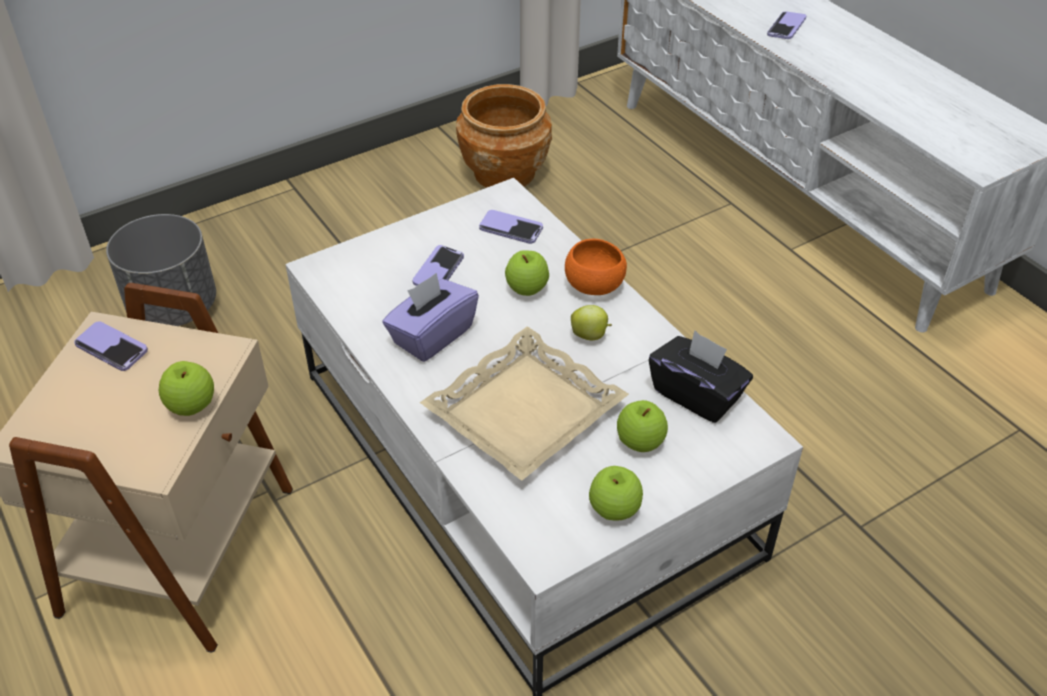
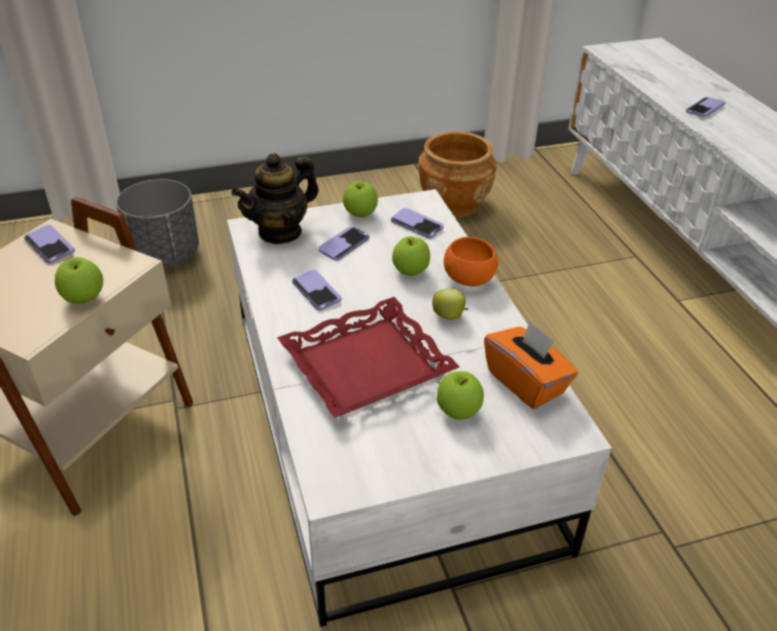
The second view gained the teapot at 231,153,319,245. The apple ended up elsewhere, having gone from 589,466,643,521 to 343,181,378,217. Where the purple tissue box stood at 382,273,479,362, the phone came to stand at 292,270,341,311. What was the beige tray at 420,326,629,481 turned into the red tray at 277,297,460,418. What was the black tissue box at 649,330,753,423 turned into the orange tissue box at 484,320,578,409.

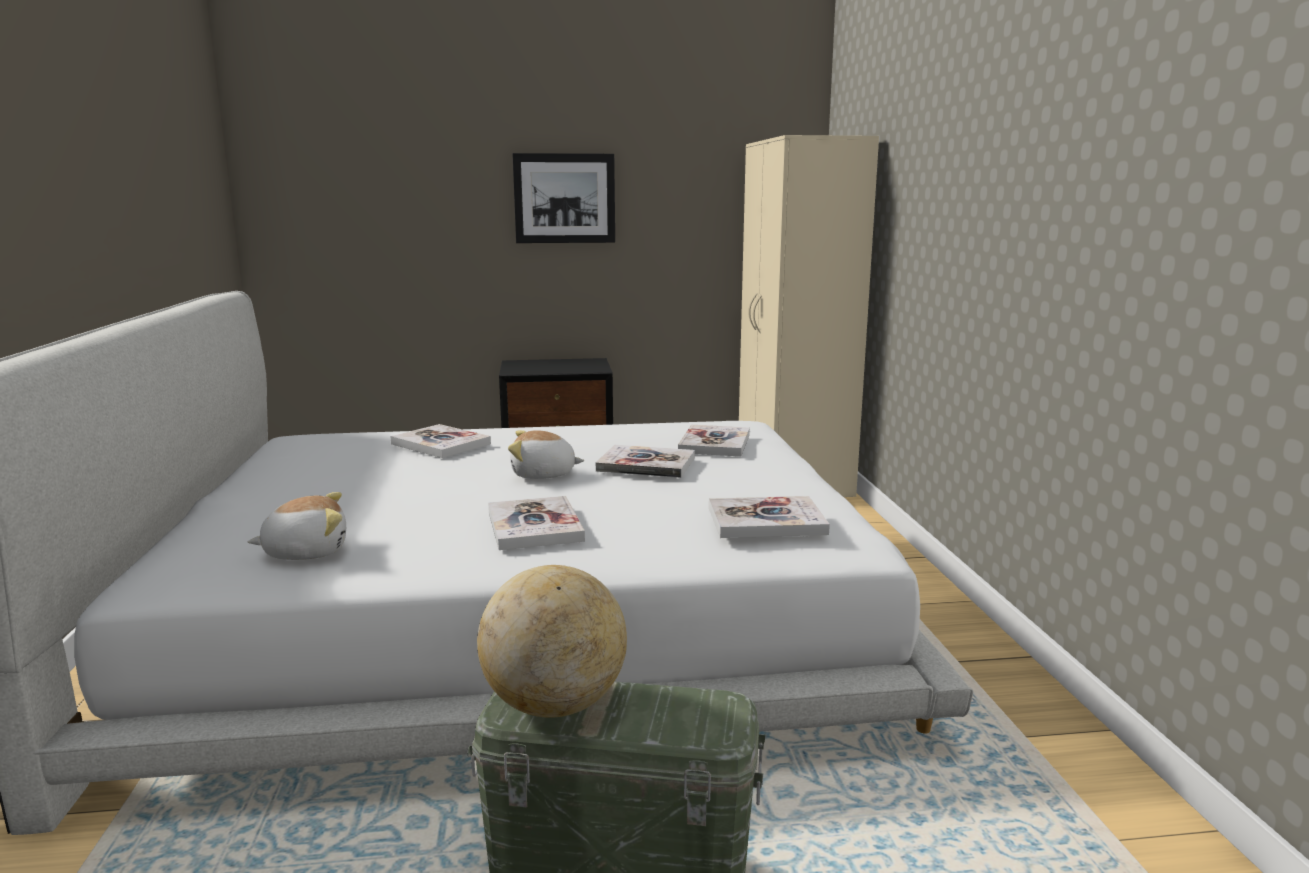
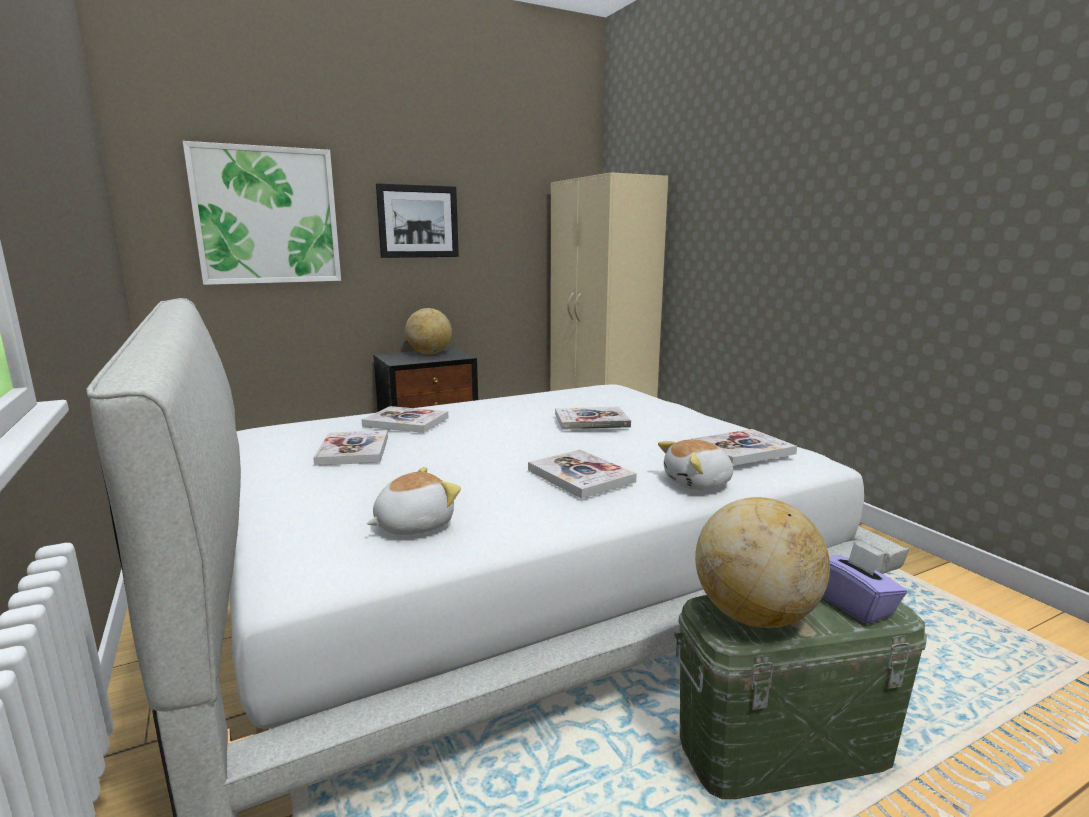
The second view gained the picture at 183,141,341,285. The second view gained the globe at 405,308,452,354. The second view gained the purple tissue box at 822,542,907,624. The plush toy ended up elsewhere, having gone from 508,430,584,479 to 658,439,733,490. The book ended up elsewhere, having gone from 678,425,750,457 to 313,430,388,466.

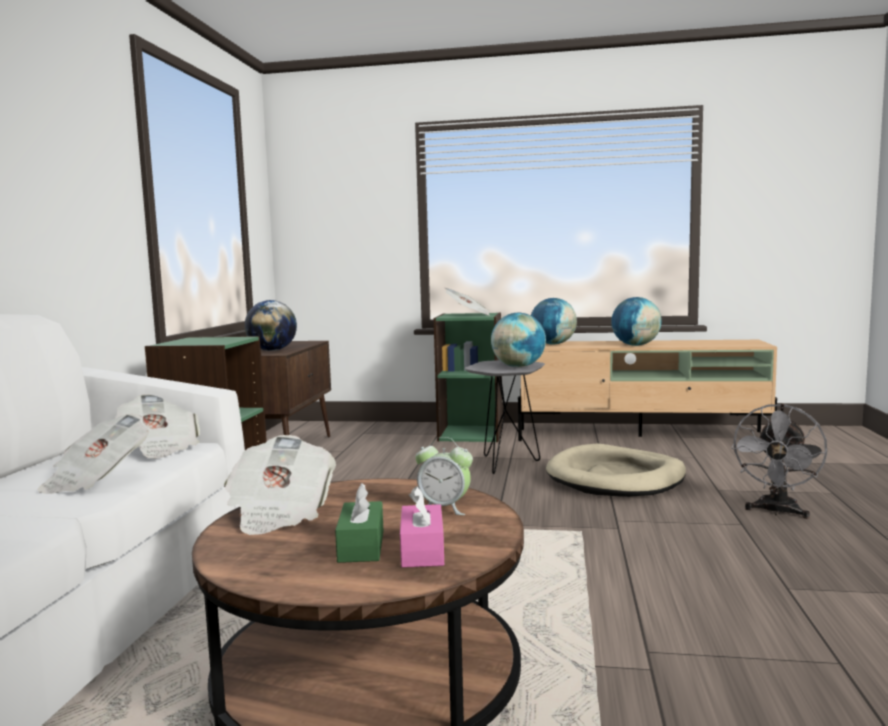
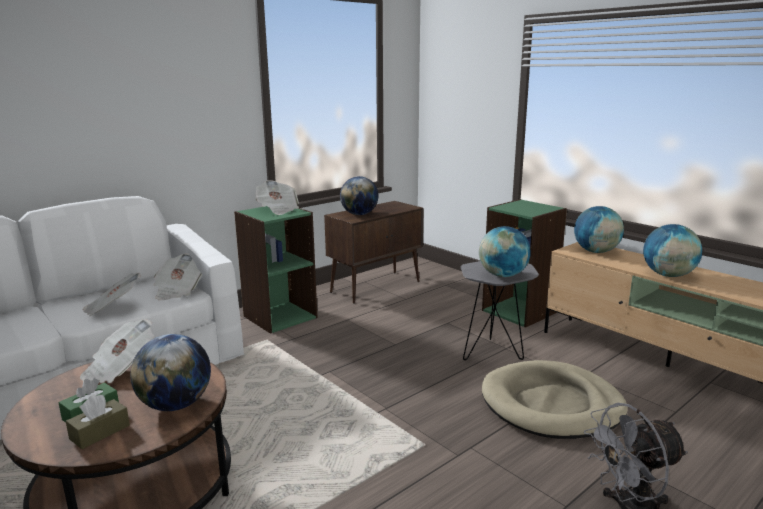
The newspaper ended up elsewhere, having gone from 445,288,490,316 to 255,180,299,215. Where the alarm clock stood at 415,437,473,515, the globe came to stand at 130,334,211,411. What was the pink tissue box at 400,486,444,568 turned into the brown tissue box at 66,394,130,449.

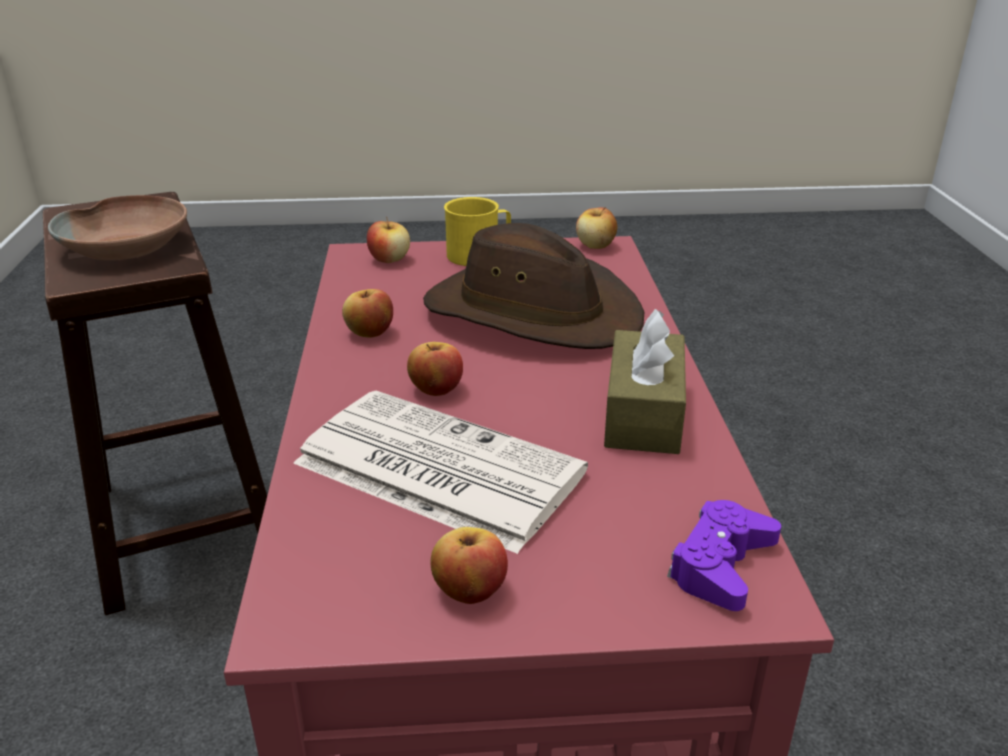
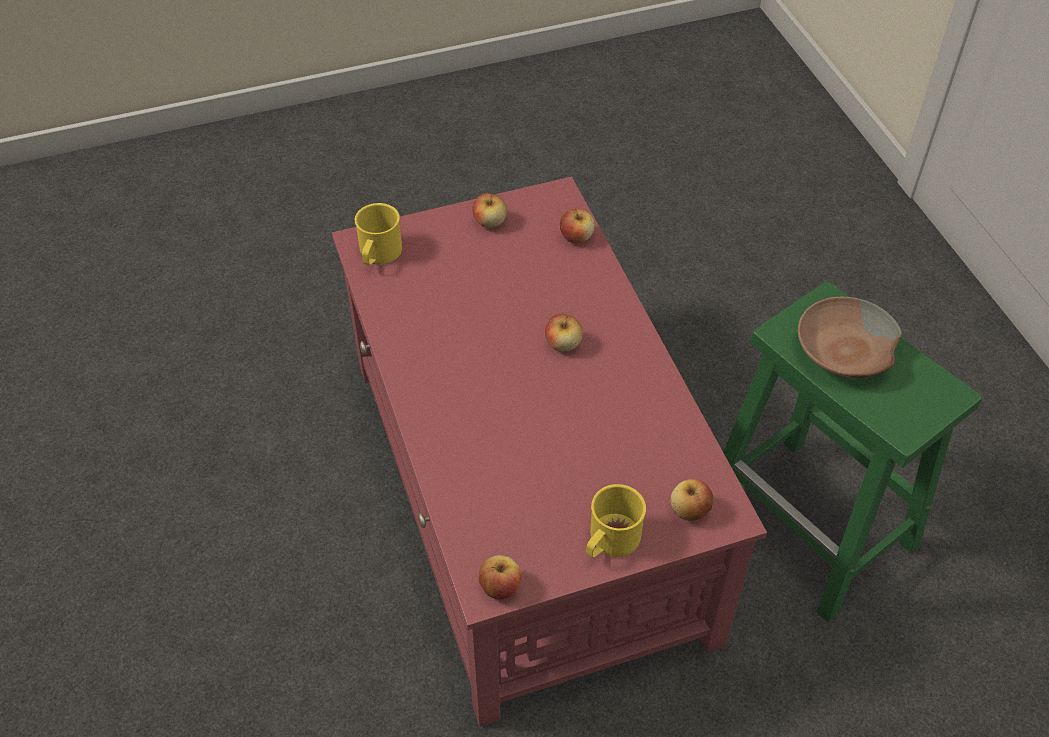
The second view lost the newspaper at 294,391,588,554. The second view lost the brown hat at 423,223,644,349. The second view lost the brown tissue box at 604,309,686,454. The apple ended up elsewhere, having gone from 342,289,393,338 to 560,208,595,244. Where the purple game controller stood at 667,500,781,611, the yellow mug came to stand at 355,203,402,265. What was the brown stool at 43,192,267,615 turned into the green stool at 723,282,982,623.

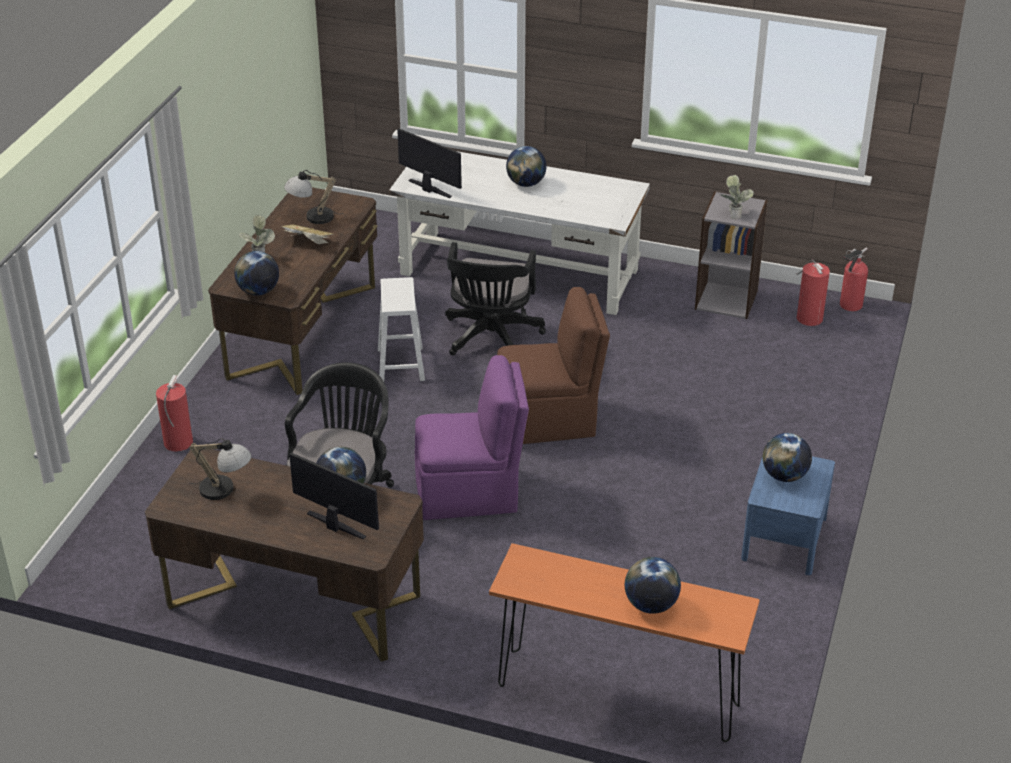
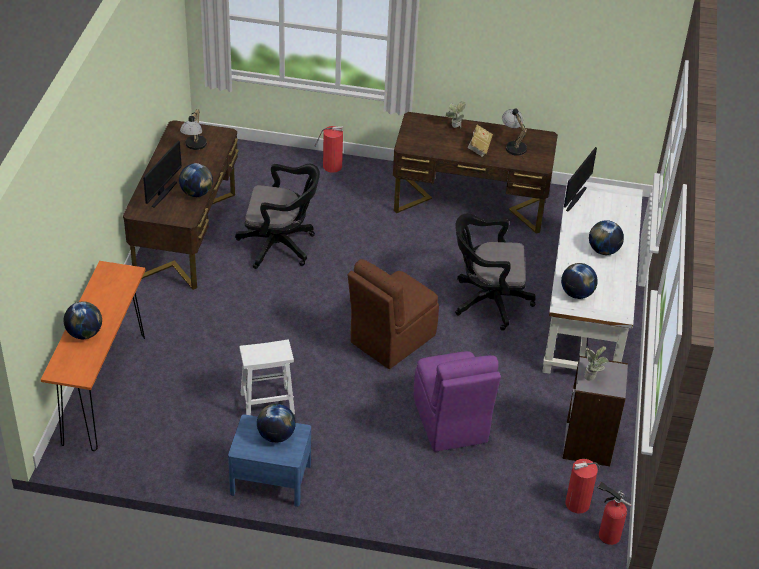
The globe ended up elsewhere, having gone from 234,251,279,295 to 561,263,598,299. The white stool ended up elsewhere, having gone from 378,277,425,381 to 240,340,295,415. The purple chair ended up elsewhere, having gone from 415,355,529,520 to 414,351,501,452. The brown chair at 497,287,610,444 ended up facing another way, 60 degrees clockwise from before.

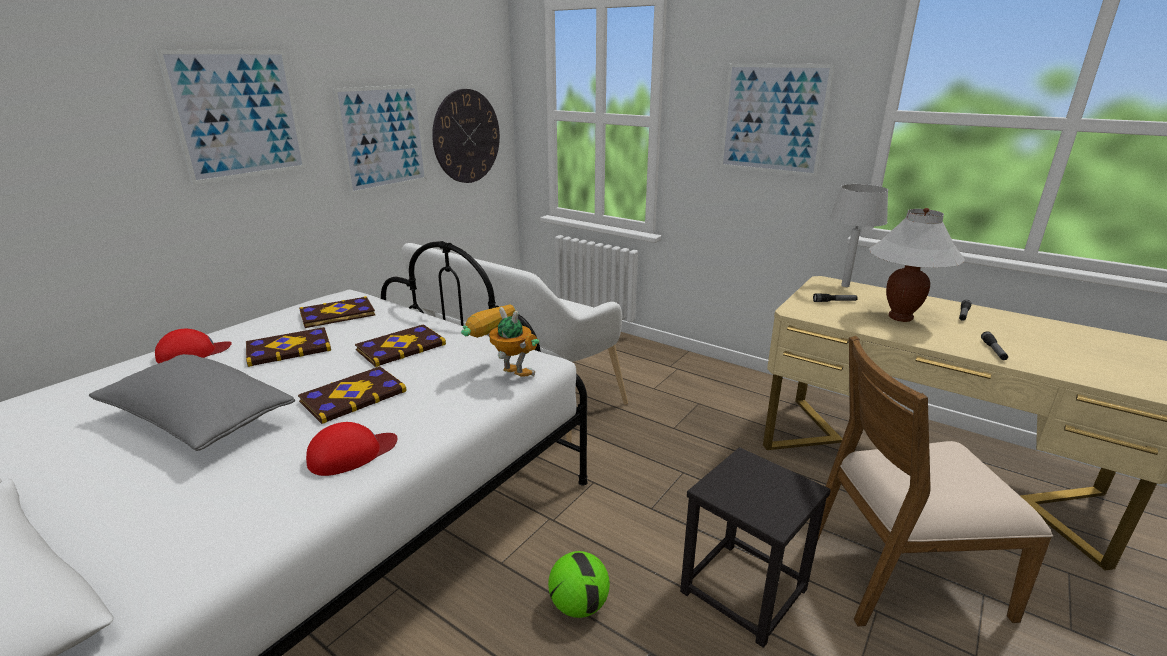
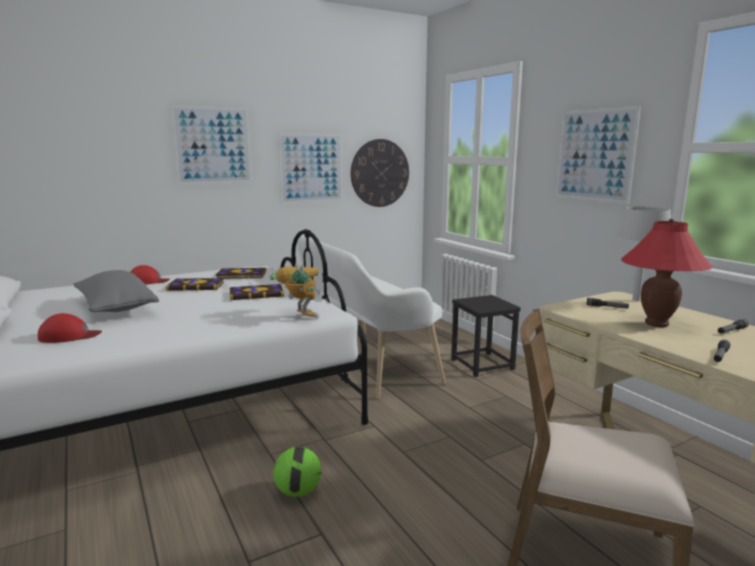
The second view lost the book at 298,366,407,424. The red cap ended up elsewhere, having gone from 306,422,398,476 to 38,313,102,343. The black stool ended up elsewhere, having gone from 680,447,831,648 to 451,295,521,377. What was the white table lamp at 869,208,965,322 turned into the red table lamp at 621,219,713,328.

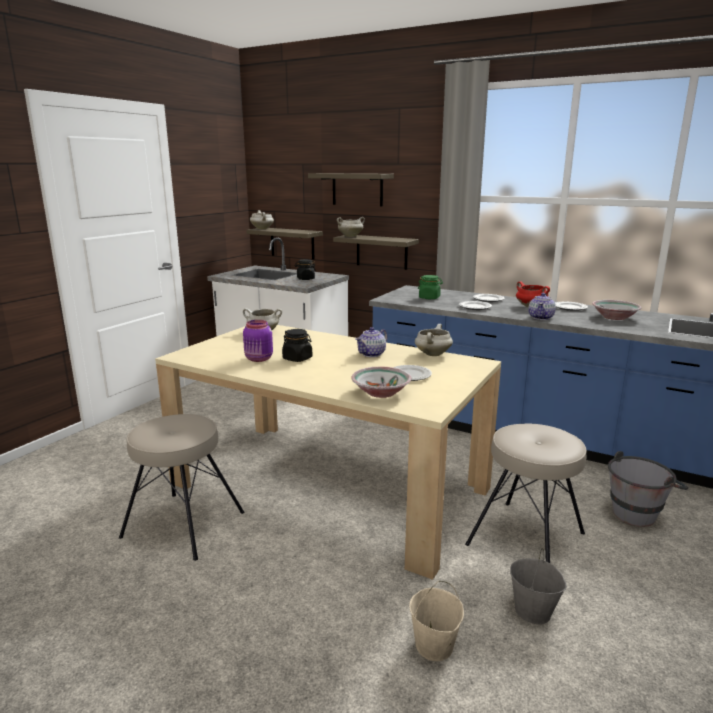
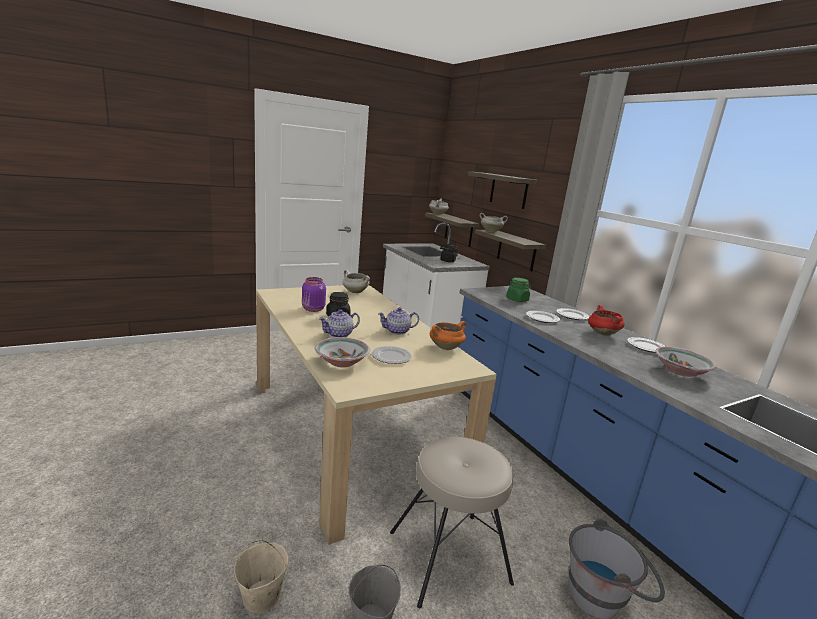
The second view lost the beige stool at 119,414,244,561. The teapot ended up elsewhere, having gone from 528,293,556,320 to 319,309,360,337. What was the white cooking pot at 415,324,453,356 turned into the orange cooking pot at 430,321,466,350.

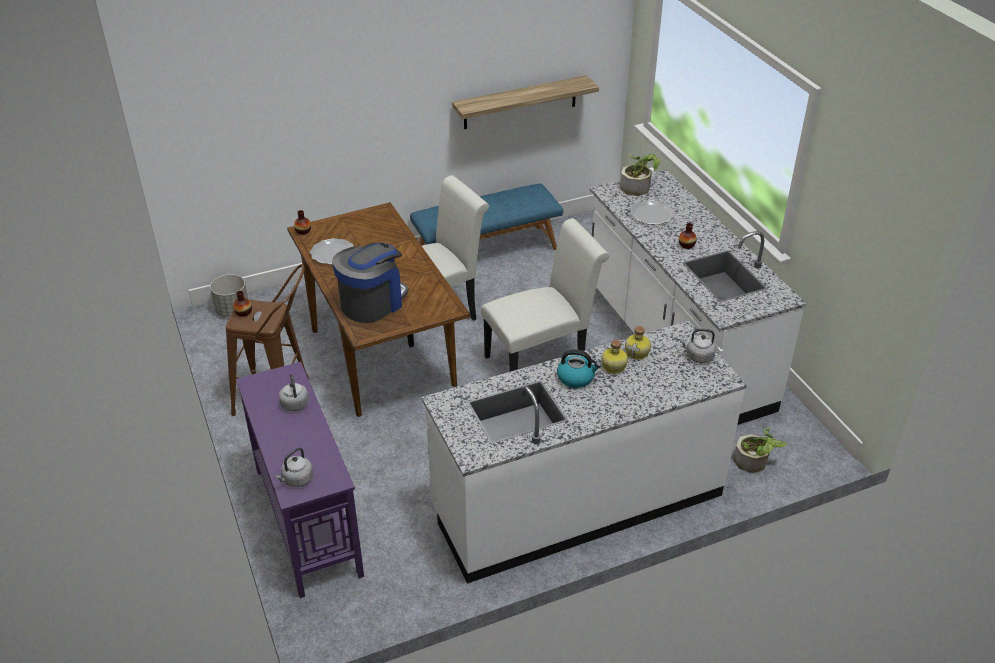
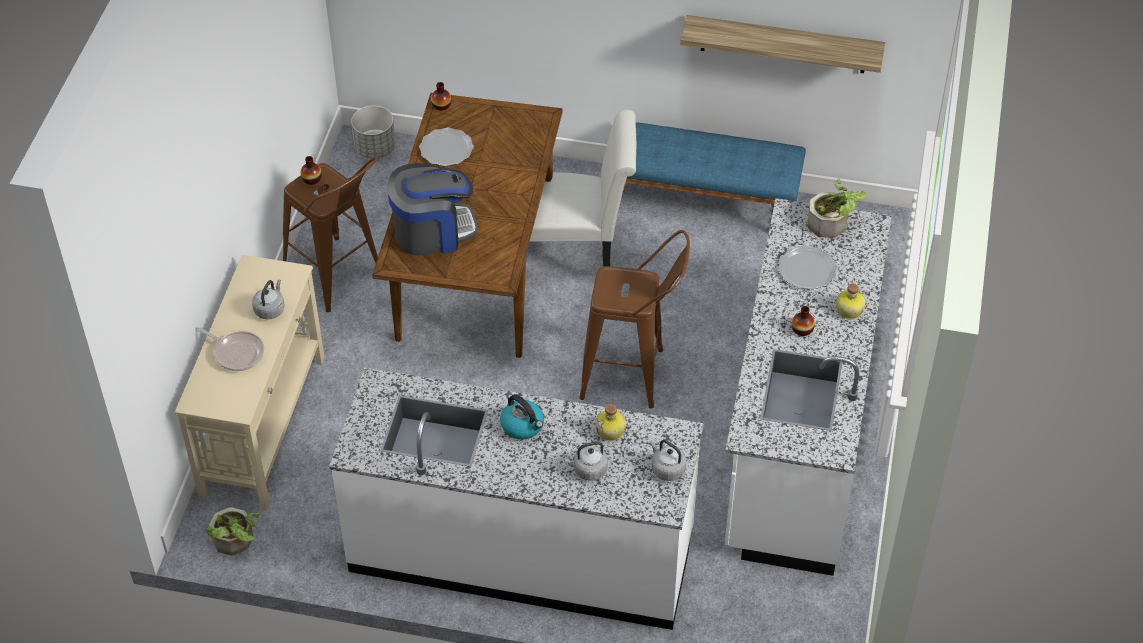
The second view gained the frying pan at 197,327,264,371. The grey kettle ended up elsewhere, having gone from 274,447,313,487 to 564,442,608,481. The bottle ended up elsewhere, having gone from 601,340,628,374 to 836,283,866,320. The potted plant ended up elsewhere, having gone from 733,427,787,473 to 206,507,260,556. Where the white chair stood at 481,218,609,372, the brown stool came to stand at 579,230,690,409. What was the purple console table at 236,362,364,598 turned into the beige console table at 175,255,325,511.

